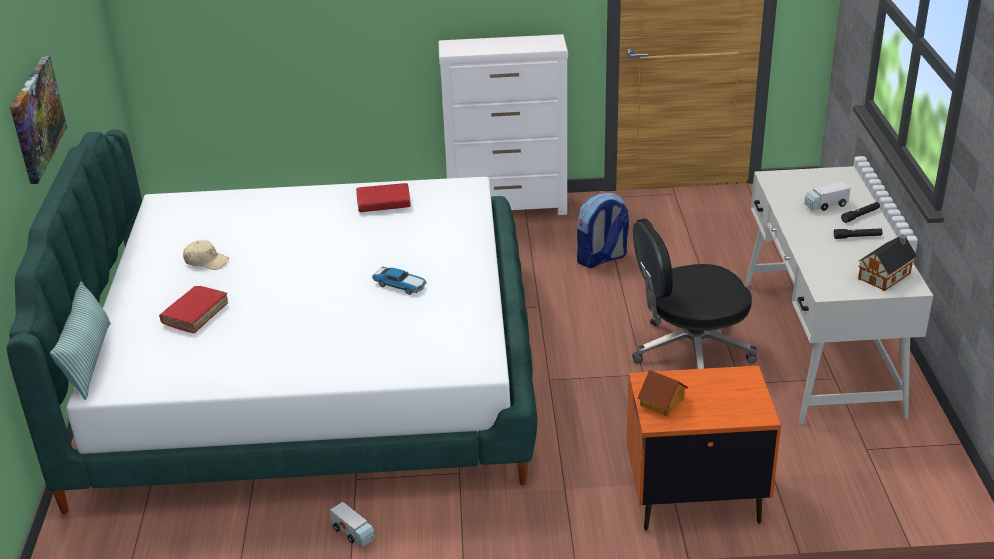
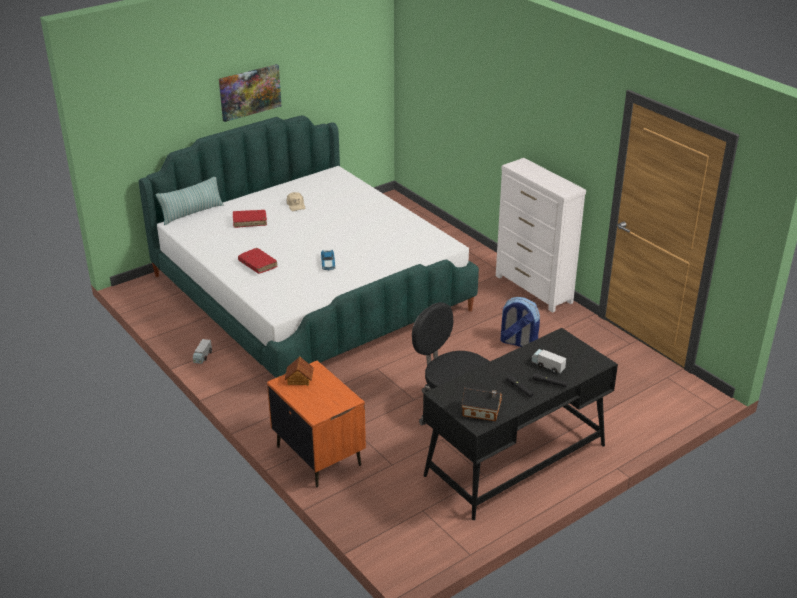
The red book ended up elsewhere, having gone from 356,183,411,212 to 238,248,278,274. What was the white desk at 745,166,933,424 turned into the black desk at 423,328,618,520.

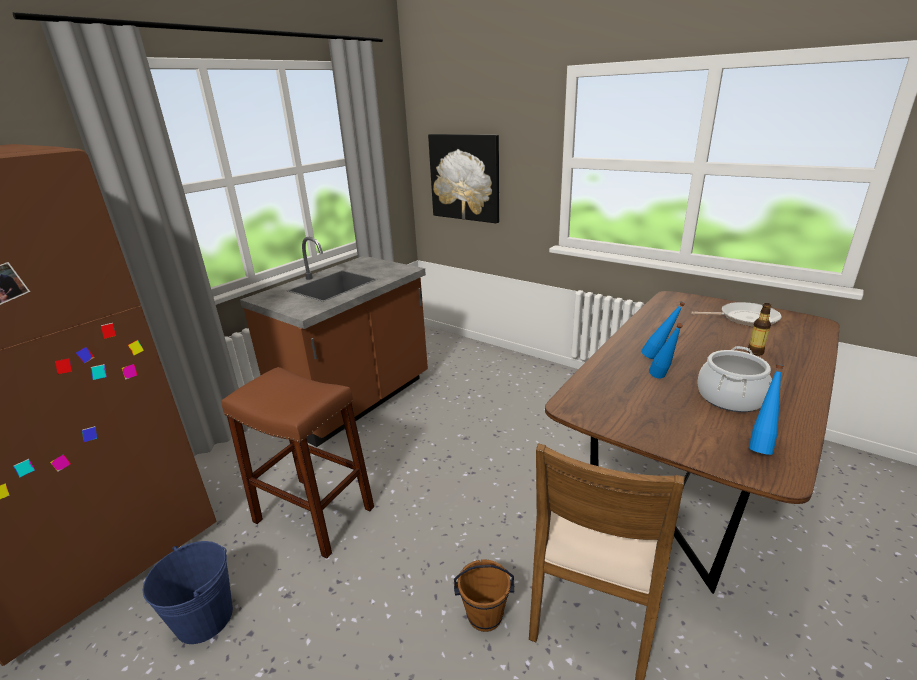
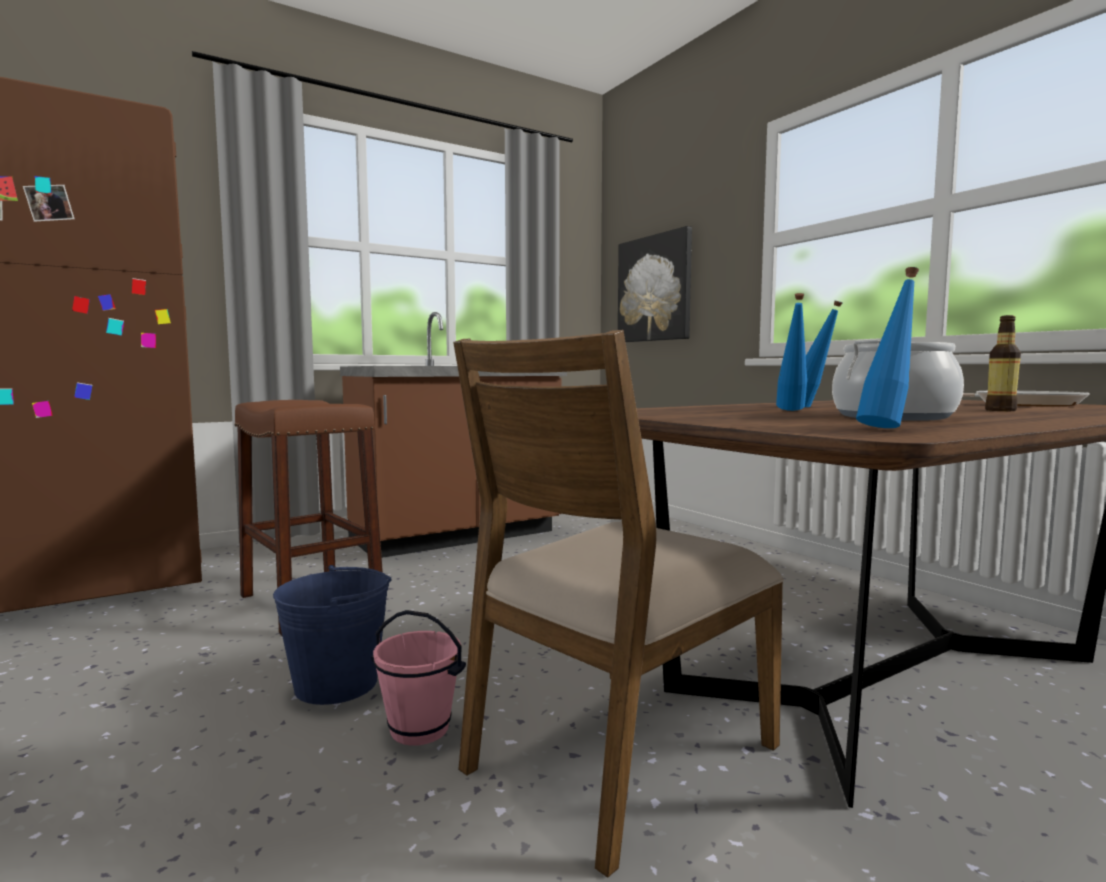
The blue bucket ended up elsewhere, having gone from 142,541,233,644 to 273,565,392,705. What was the brown bucket at 454,559,514,632 turned into the pink bucket at 371,610,466,746.

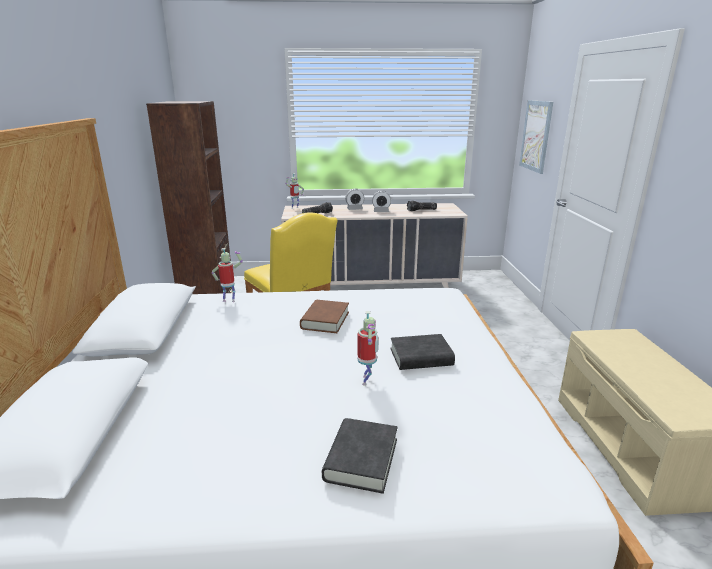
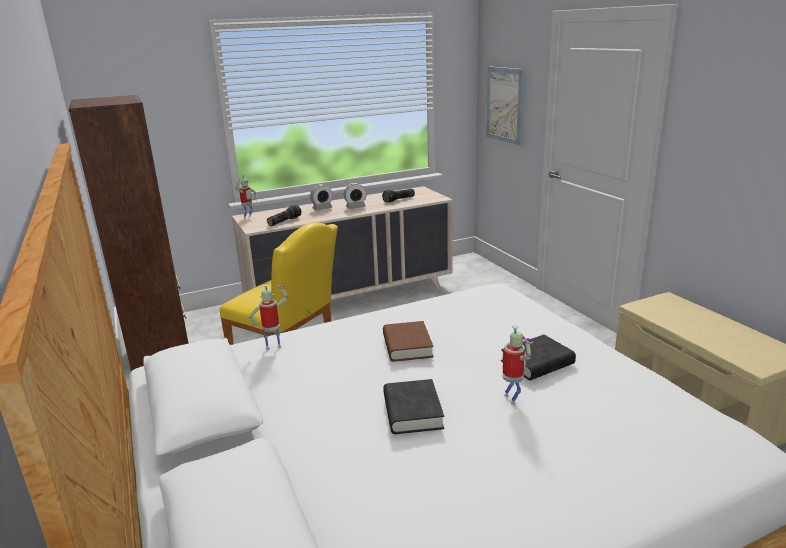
The black book ended up elsewhere, having gone from 322,418,398,494 to 383,379,444,434.

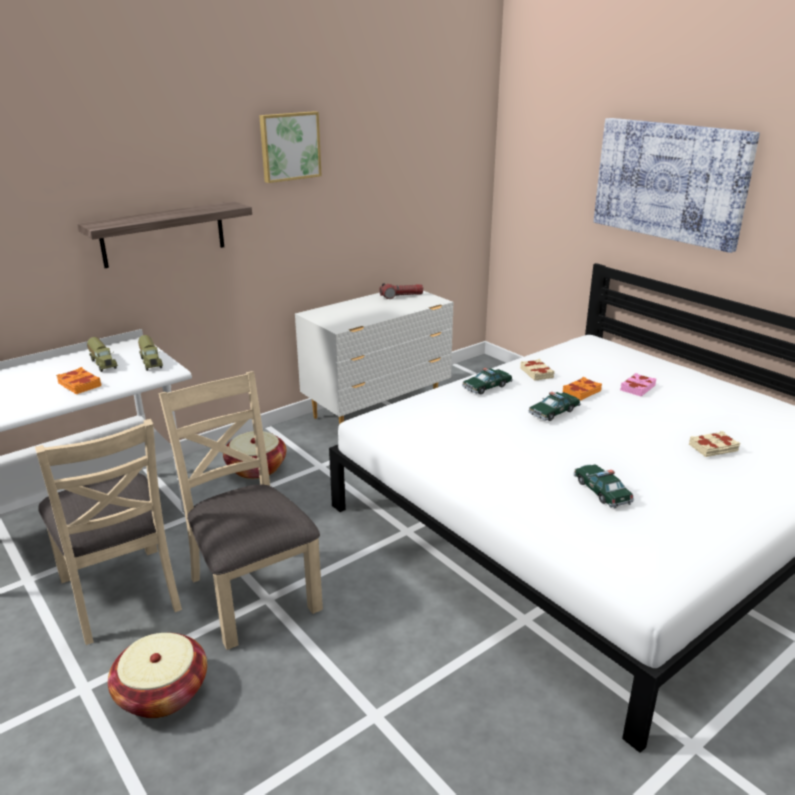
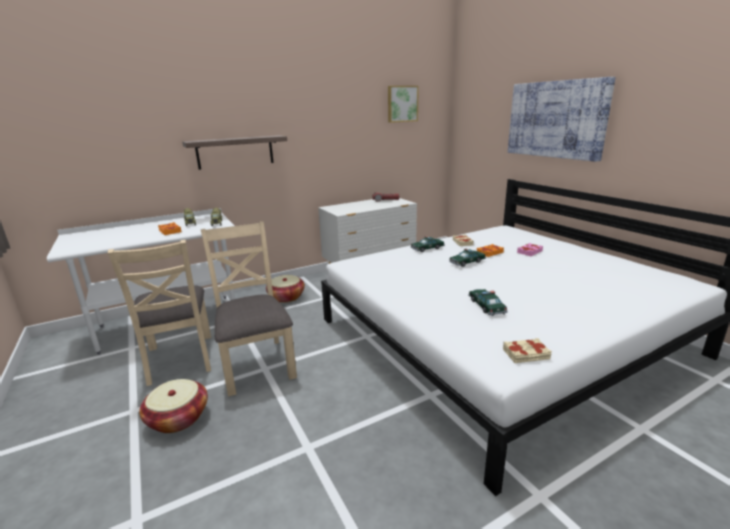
The picture ended up elsewhere, having gone from 259,111,322,183 to 388,86,419,123. The beige book ended up elsewhere, having gone from 689,431,740,457 to 503,338,552,363.

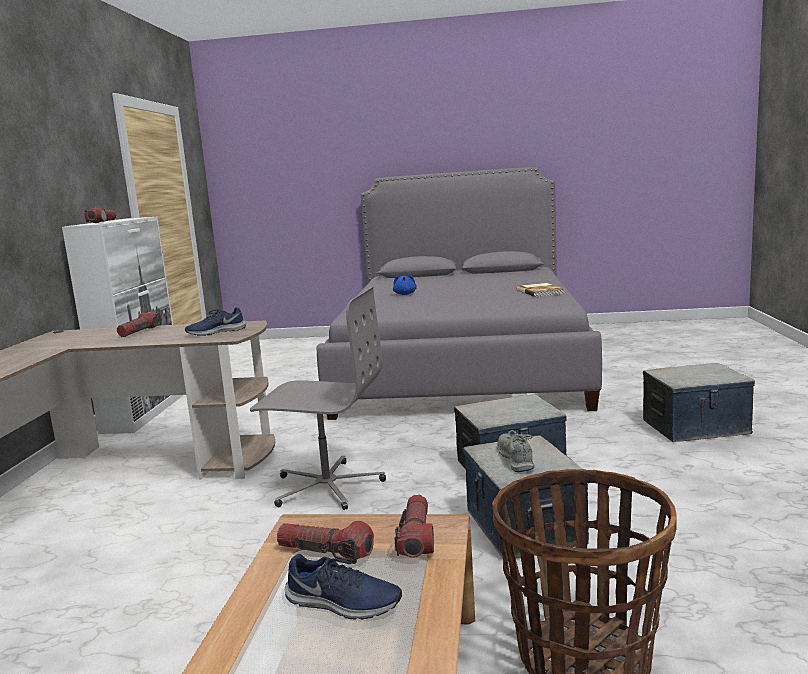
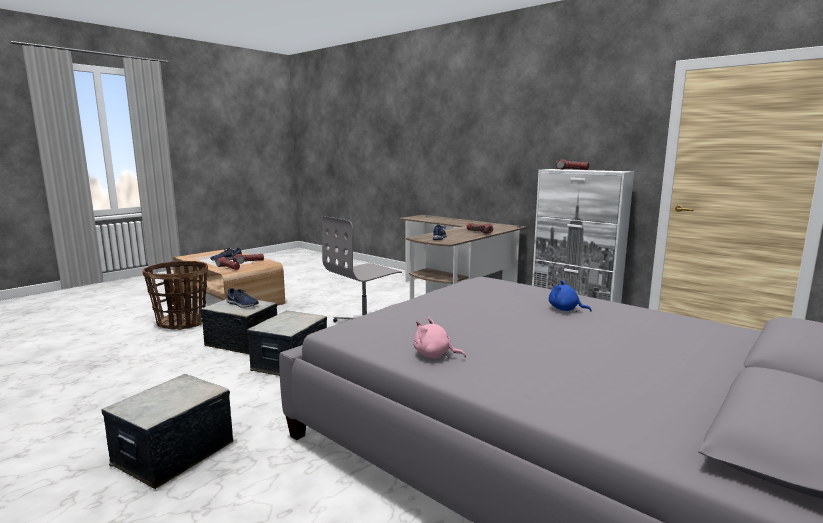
Where the book stood at 517,283,565,297, the pink plush toy came to stand at 413,317,466,359. What was the grey shoe at 497,430,535,473 turned into the blue shoe at 226,288,259,308.

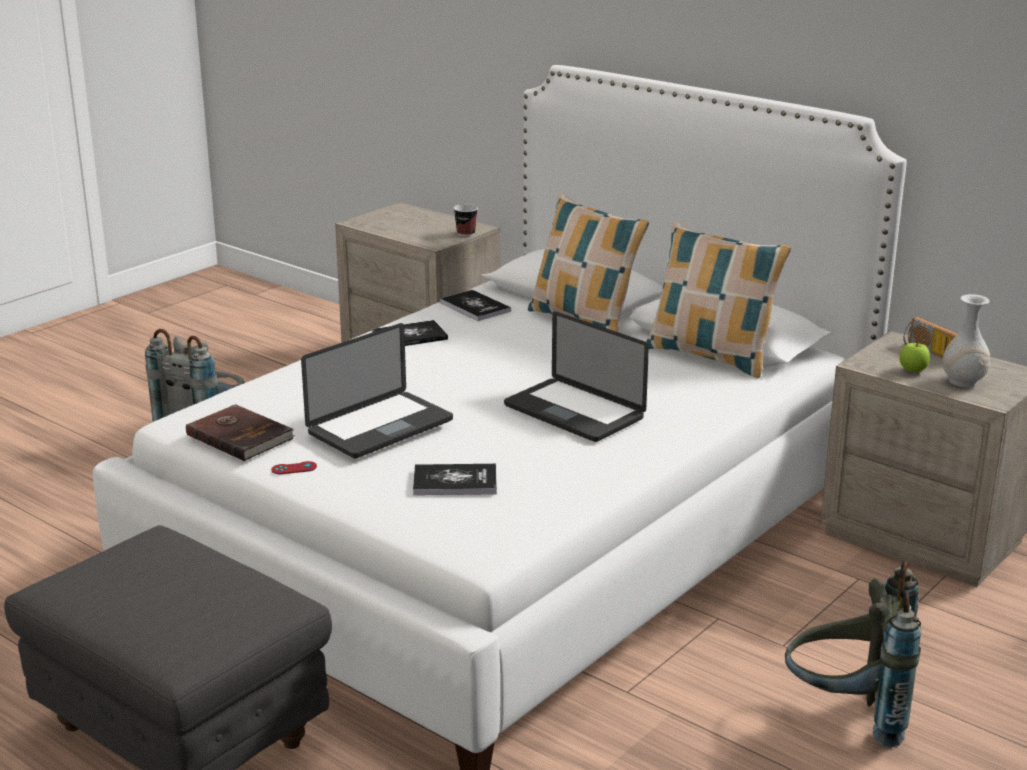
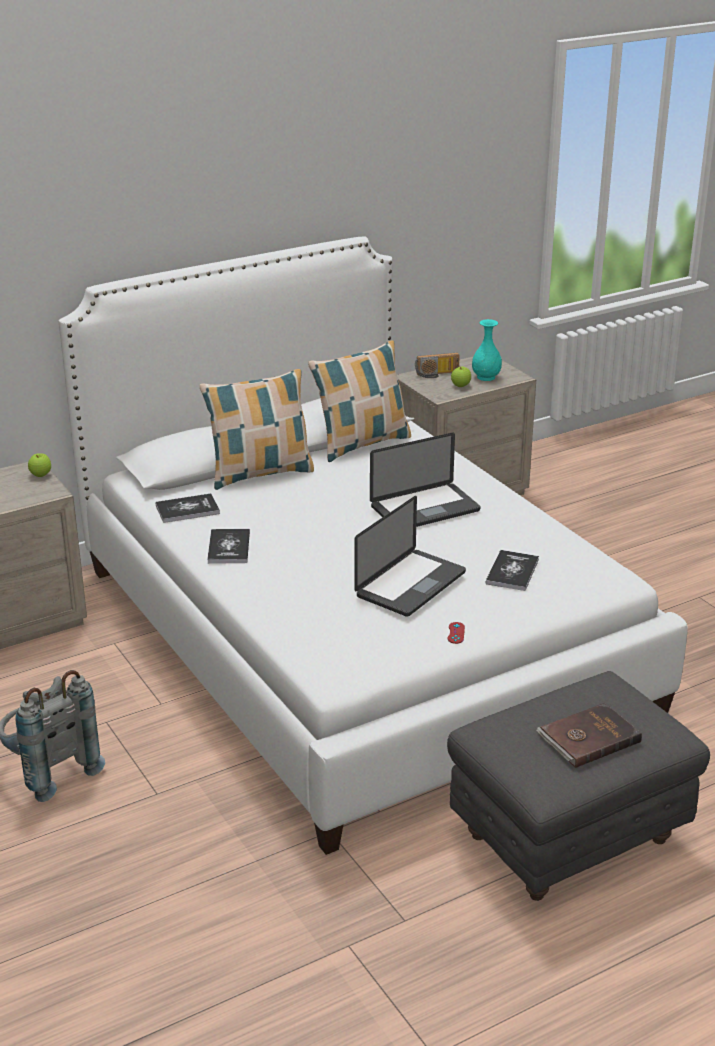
The second view lost the grey backpack at 785,561,921,748. The brown book ended up elsewhere, having gone from 186,404,294,461 to 536,703,642,768. Where the cup stood at 454,204,478,237, the apple came to stand at 28,454,51,477. What was the white vase at 943,294,990,387 turned into the turquoise vase at 472,319,502,381. The laptop at 301,323,453,459 ended up facing another way, 60 degrees clockwise from before.

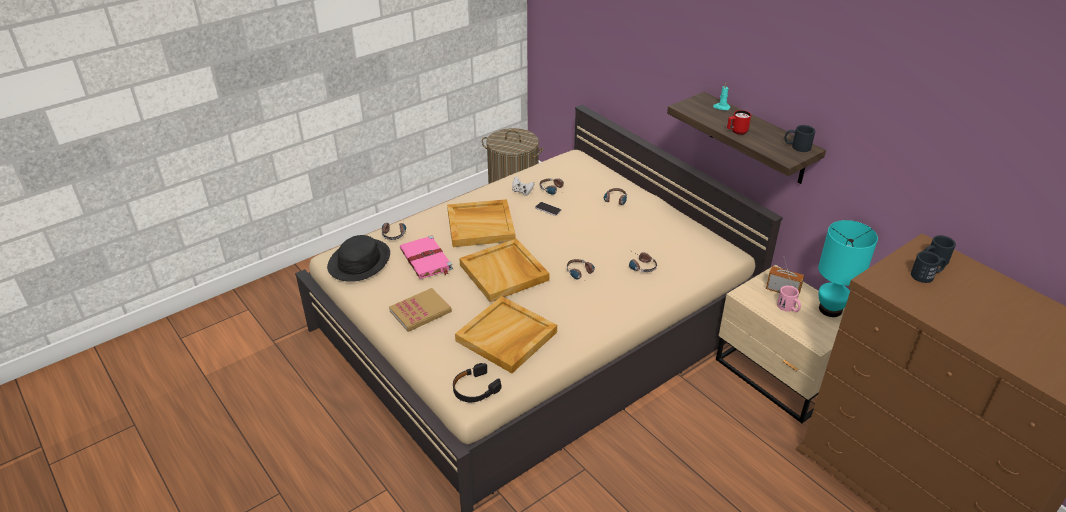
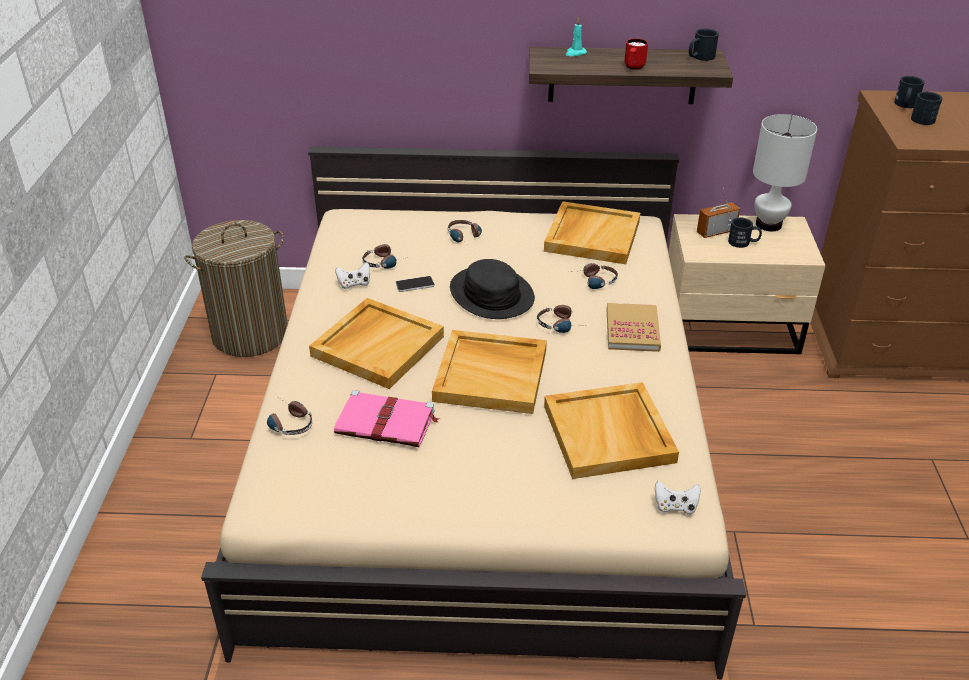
The second view gained the beige tray at 544,201,640,264. The black hat ended up elsewhere, having gone from 327,235,390,282 to 450,259,535,319. The book ended up elsewhere, having gone from 389,288,452,332 to 607,303,661,352. Where the black headphones stood at 453,363,501,402, the white game controller came to stand at 655,481,701,515. What was the pink mug at 777,286,801,312 turned into the black mug at 728,217,762,248. What was the turquoise table lamp at 818,220,878,317 turned into the white table lamp at 753,114,817,231.

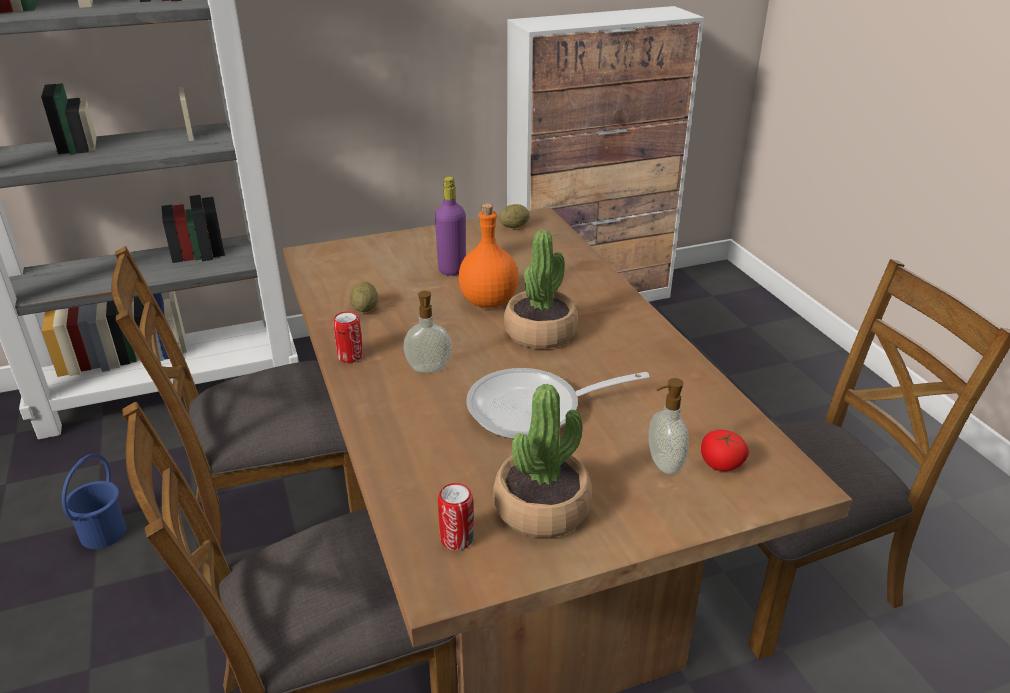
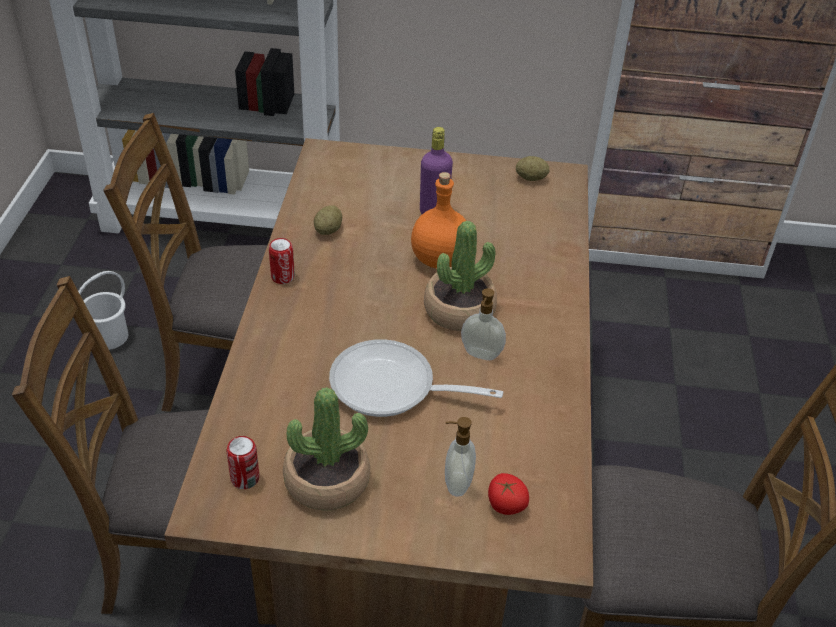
The soap dispenser ended up elsewhere, having gone from 403,291,452,373 to 461,288,506,360. What was the blue bucket at 62,454,126,549 turned into the white bucket at 78,271,128,350.

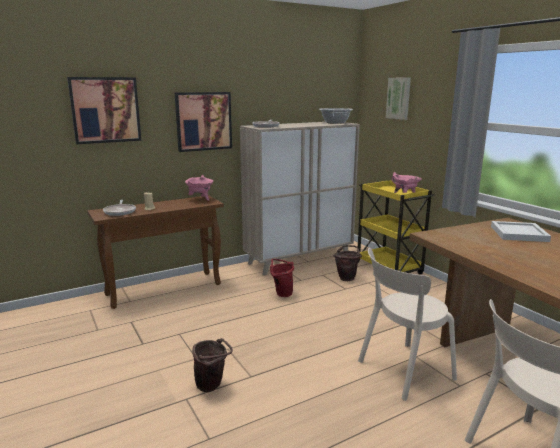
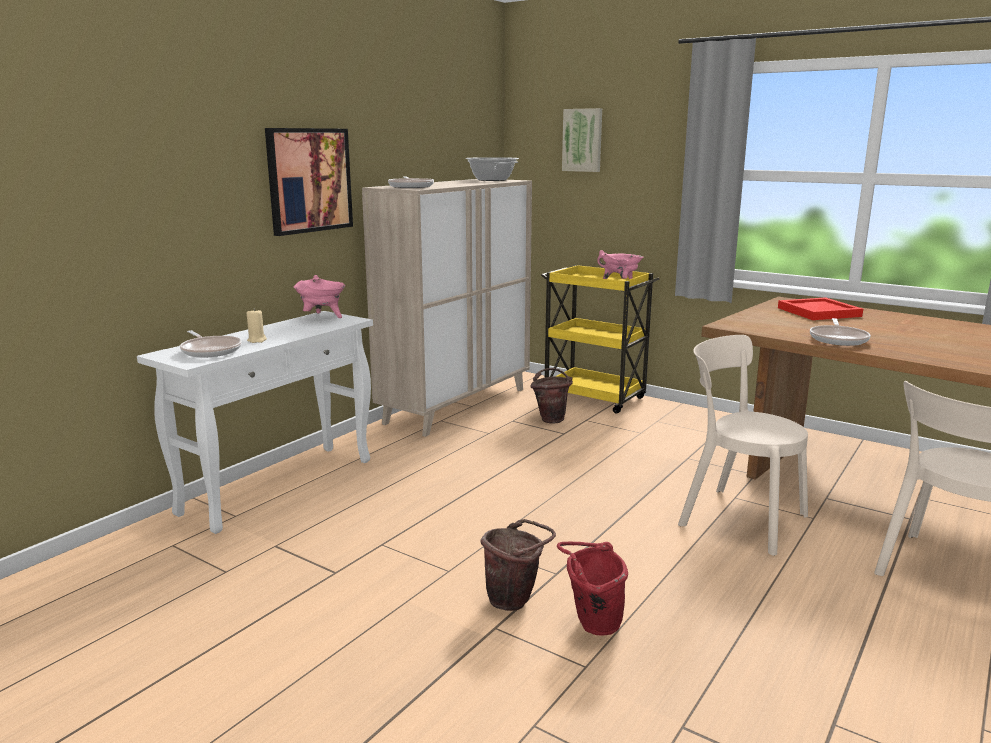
The second view lost the picture at 67,77,141,144. The second view gained the frying pan at 810,318,871,346. The red bucket ended up elsewhere, having gone from 270,259,294,297 to 557,541,628,636. What was the brown console table at 87,195,224,309 turned into the white console table at 137,311,373,534. What was the white tray at 491,221,551,242 turned into the red tray at 778,297,863,320. The beige chair at 358,248,457,401 ended up facing another way, 90 degrees clockwise from before.

